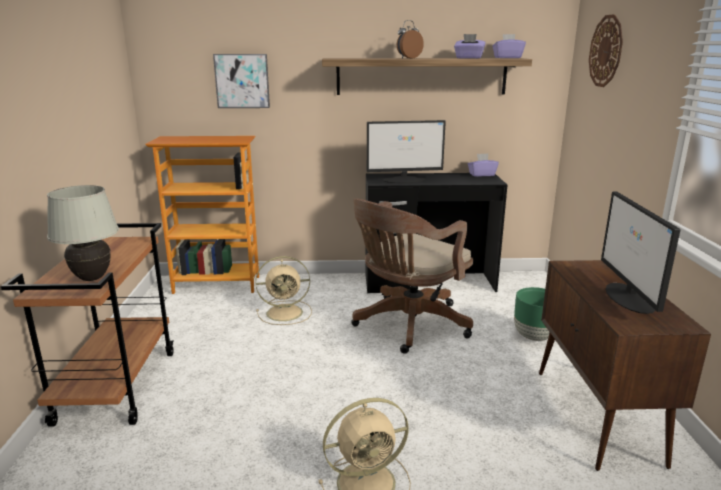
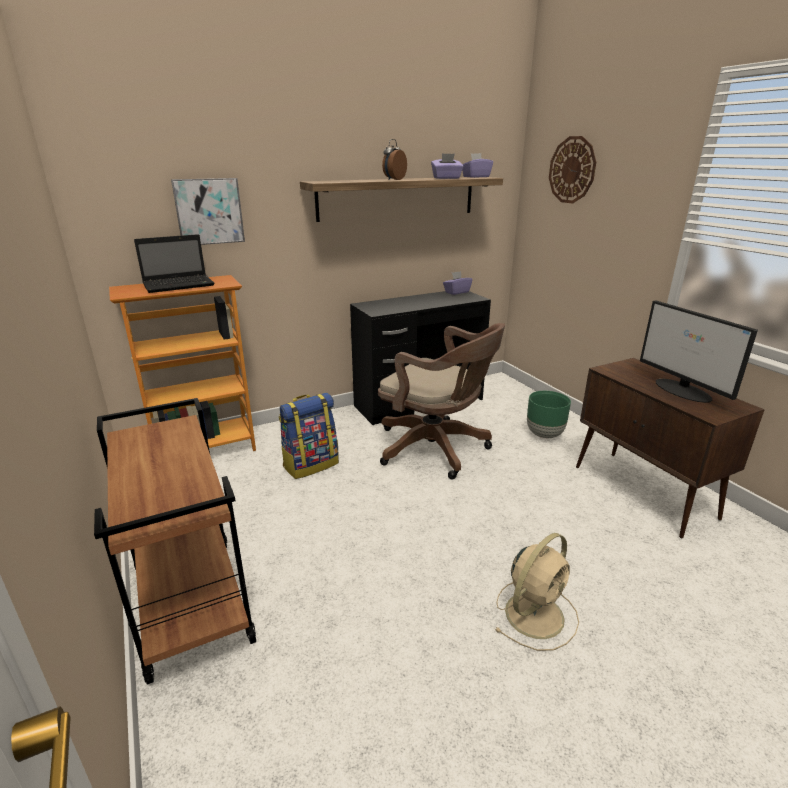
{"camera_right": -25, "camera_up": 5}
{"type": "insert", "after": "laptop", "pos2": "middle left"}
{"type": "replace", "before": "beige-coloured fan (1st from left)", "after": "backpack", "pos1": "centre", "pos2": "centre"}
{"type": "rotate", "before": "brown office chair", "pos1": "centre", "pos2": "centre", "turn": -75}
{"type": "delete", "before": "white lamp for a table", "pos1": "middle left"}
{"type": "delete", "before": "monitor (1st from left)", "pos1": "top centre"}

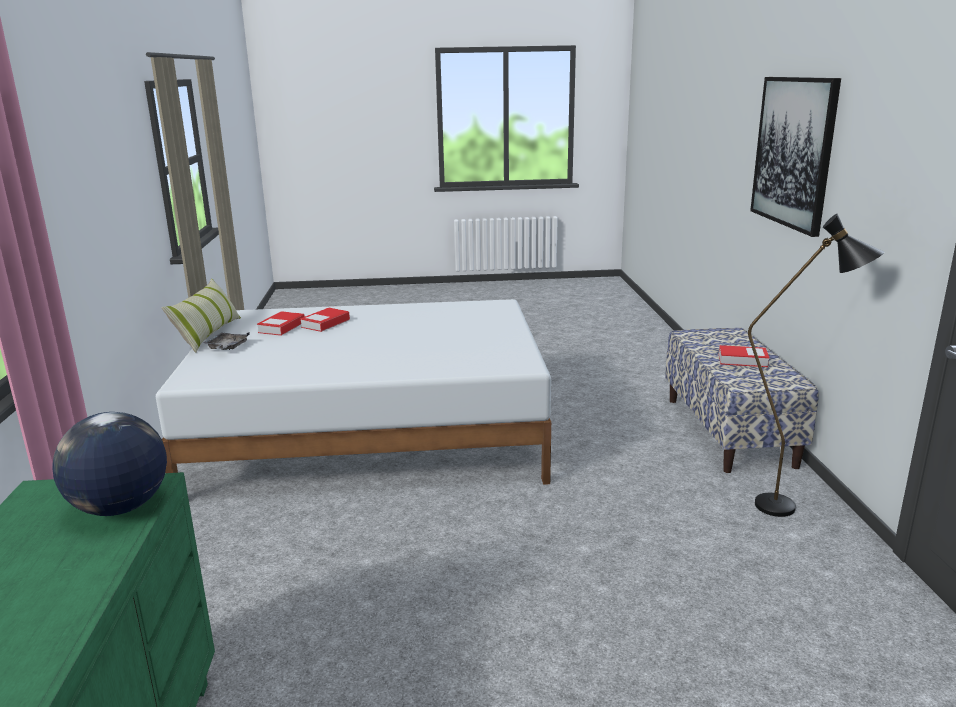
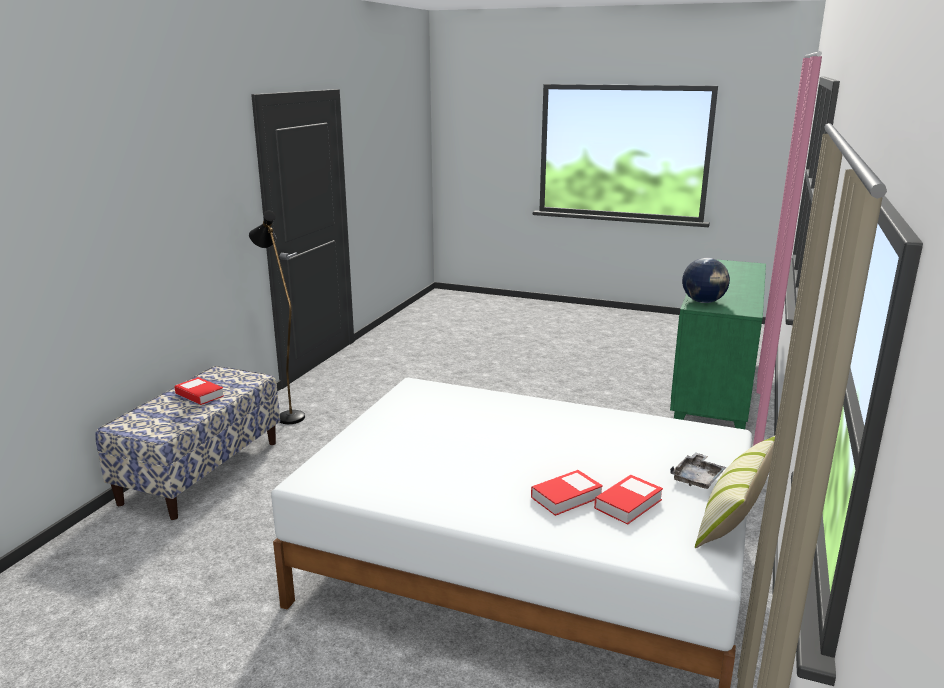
{"camera_right": -155, "camera_up": 0}
{"type": "delete", "before": "wall picture", "pos1": "top right"}

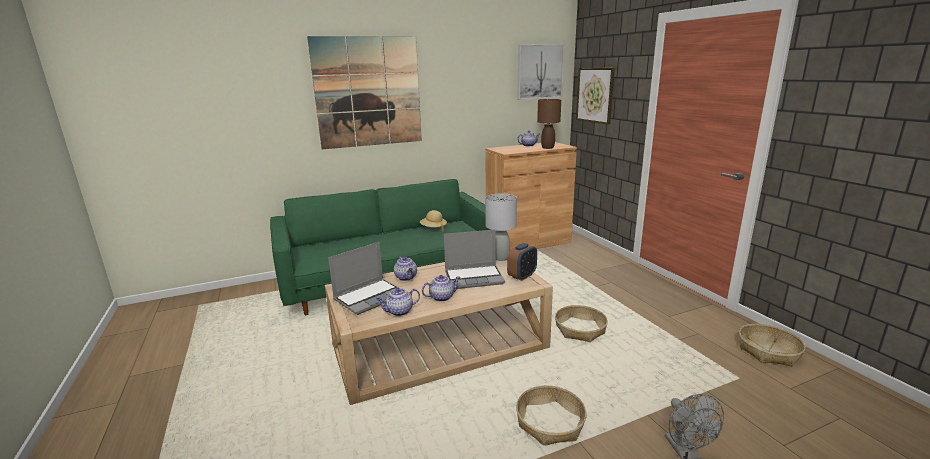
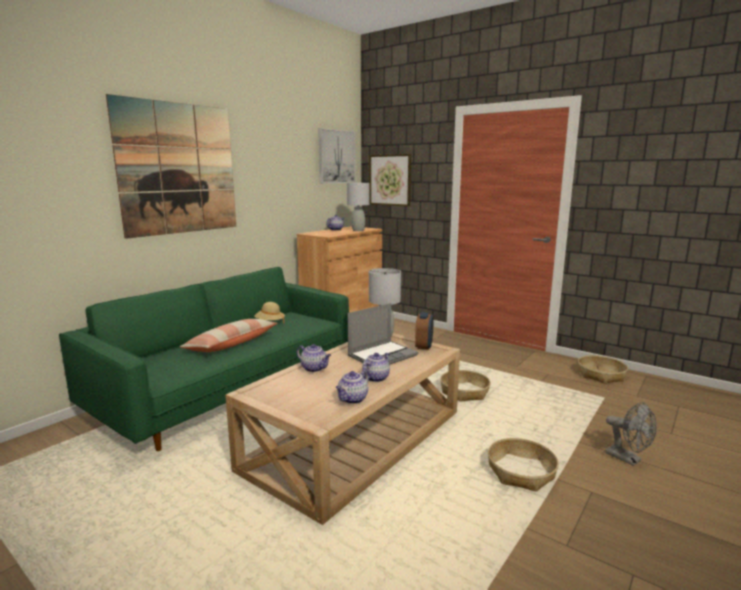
{"camera_right": -30, "camera_up": -5}
{"type": "insert", "after": "throw pillow", "pos2": "middle left"}
{"type": "recolor", "before": "brown lamp for a table", "after": "grey lamp for a table (1st from left)", "pos1": "top centre", "pos2": "centre"}
{"type": "delete", "before": "laptop (1st from left)", "pos1": "centre"}

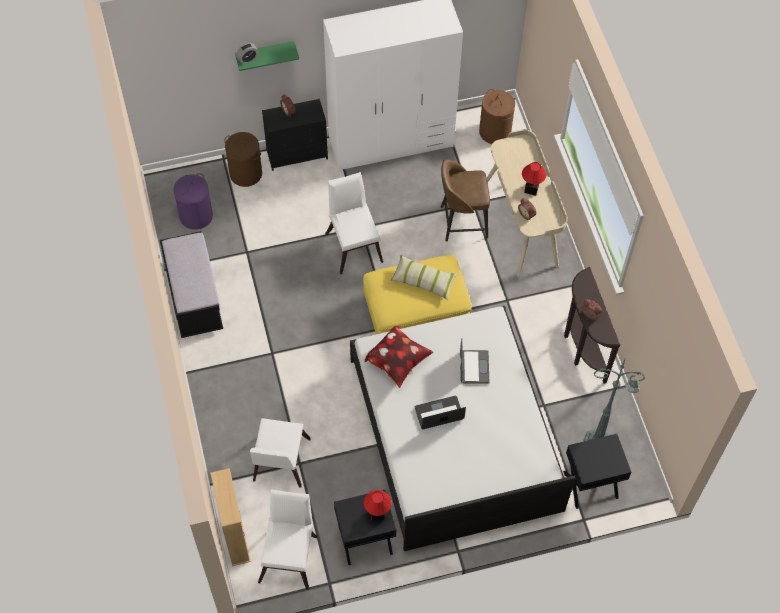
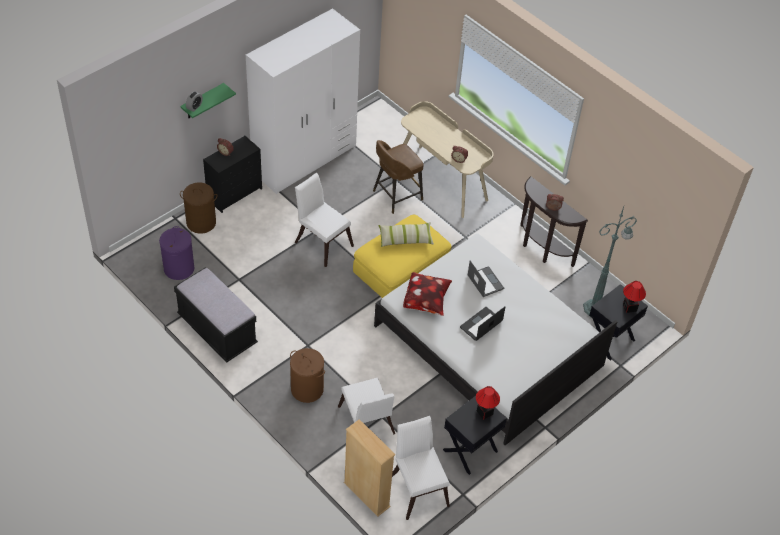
{"camera_right": -30, "camera_up": -10}
{"type": "move", "before": "brown hamper (2nd from left)", "pos1": "top centre", "pos2": "bottom centre"}
{"type": "move", "before": "lamp for a table (2nd from left)", "pos1": "top right", "pos2": "middle right"}

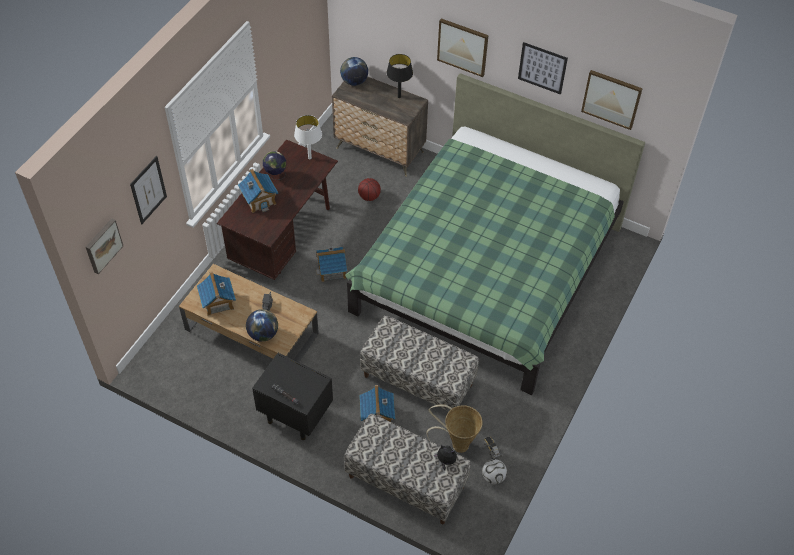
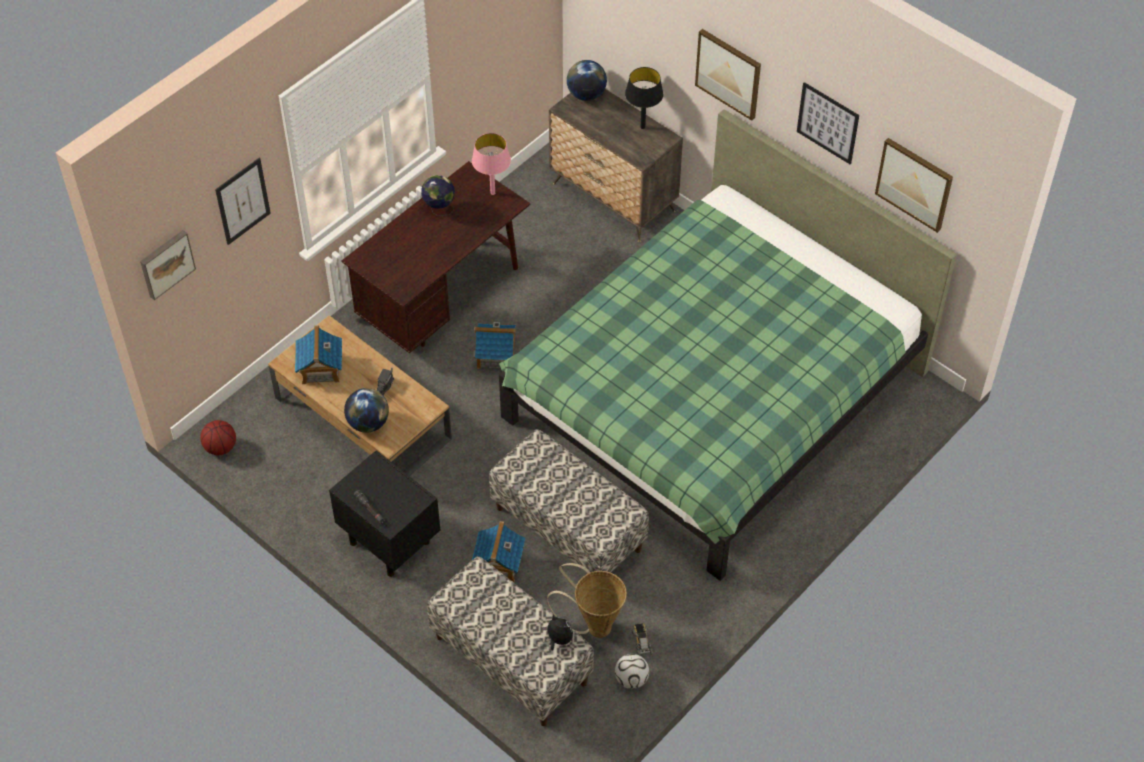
{"camera_right": 15, "camera_up": 0}
{"type": "move", "before": "ball for basketball", "pos1": "centre", "pos2": "middle left"}
{"type": "recolor", "before": "white lamp for a table", "after": "pinkish lamp for a table", "pos1": "top centre", "pos2": "top centre"}
{"type": "delete", "before": "miniature house (2nd from left)", "pos1": "middle left"}

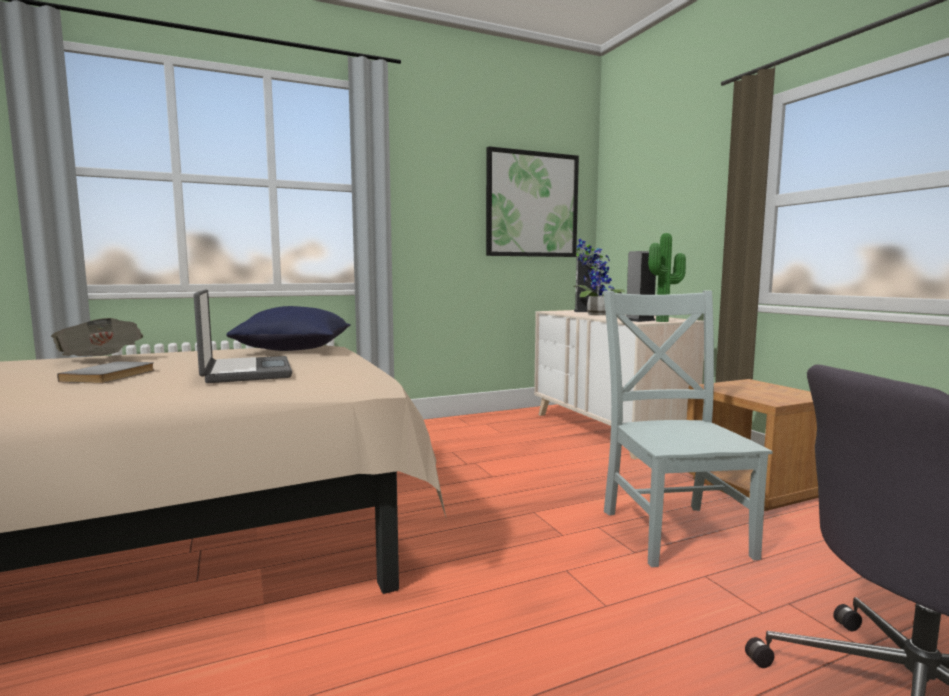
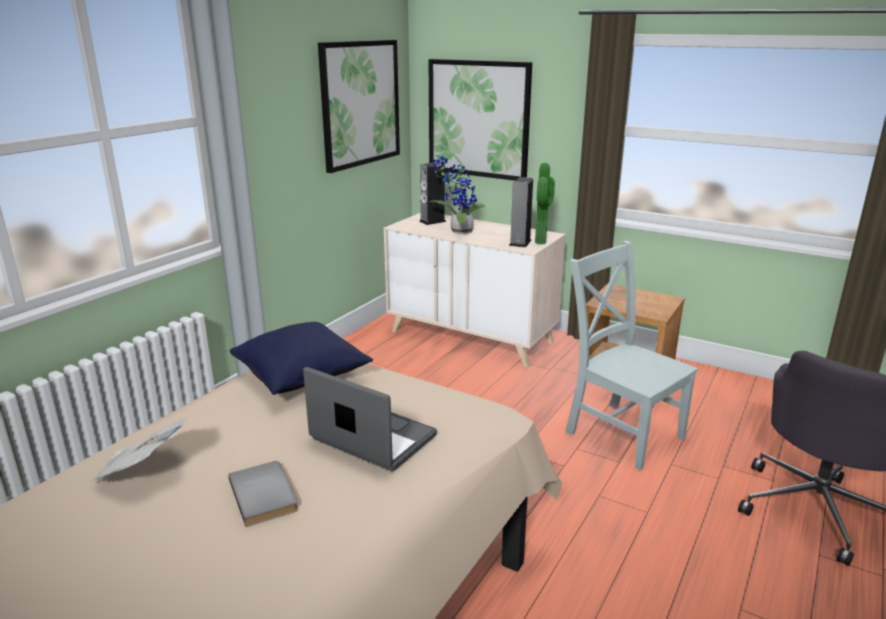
{"camera_right": -35, "camera_up": 15}
{"type": "insert", "after": "wall picture (2nd from left)", "pos2": "top centre"}

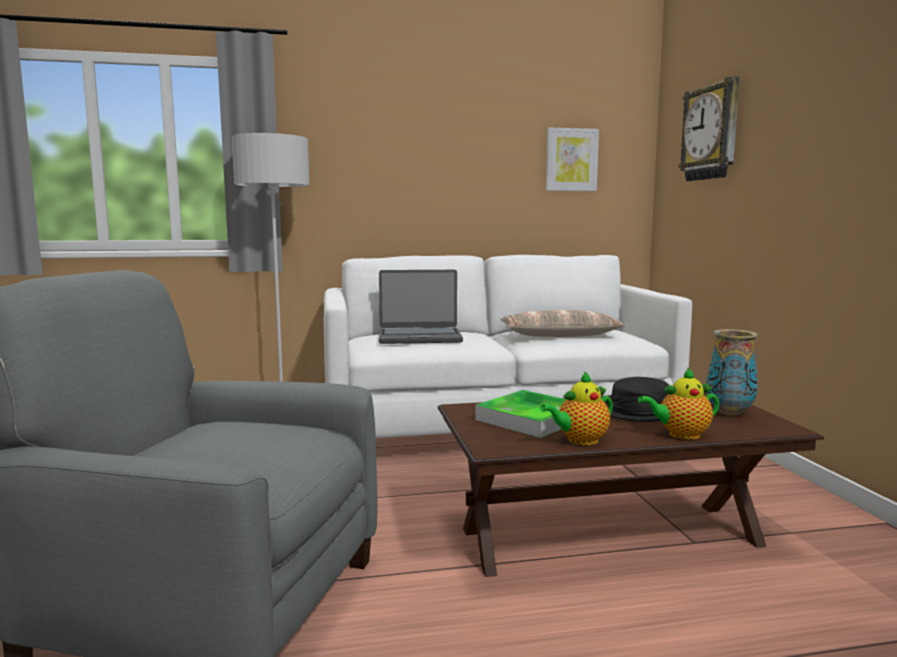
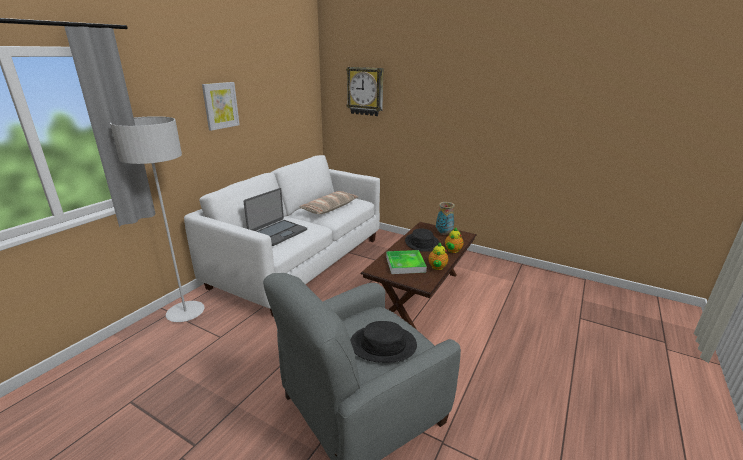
{"camera_right": -50, "camera_up": 15}
{"type": "move", "before": "wall picture", "pos1": "top centre", "pos2": "top left"}
{"type": "insert", "after": "blackish clothing hat (1st from left)", "pos2": "bottom centre"}

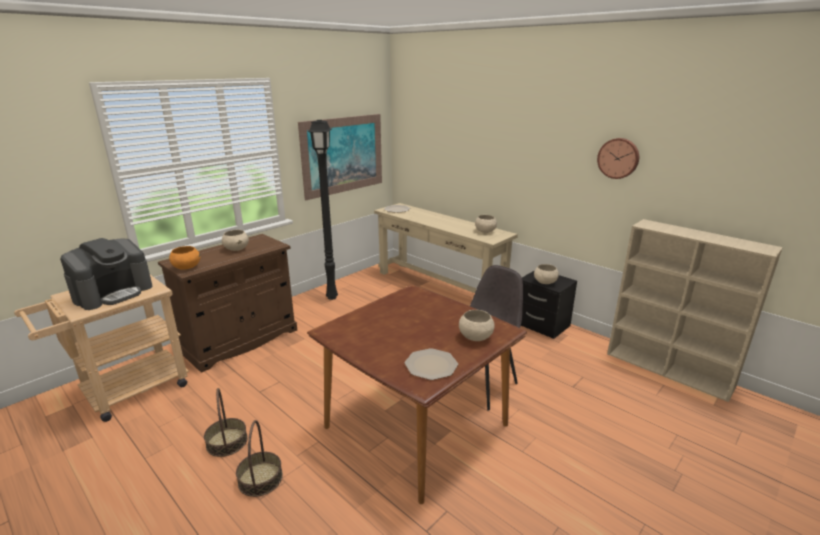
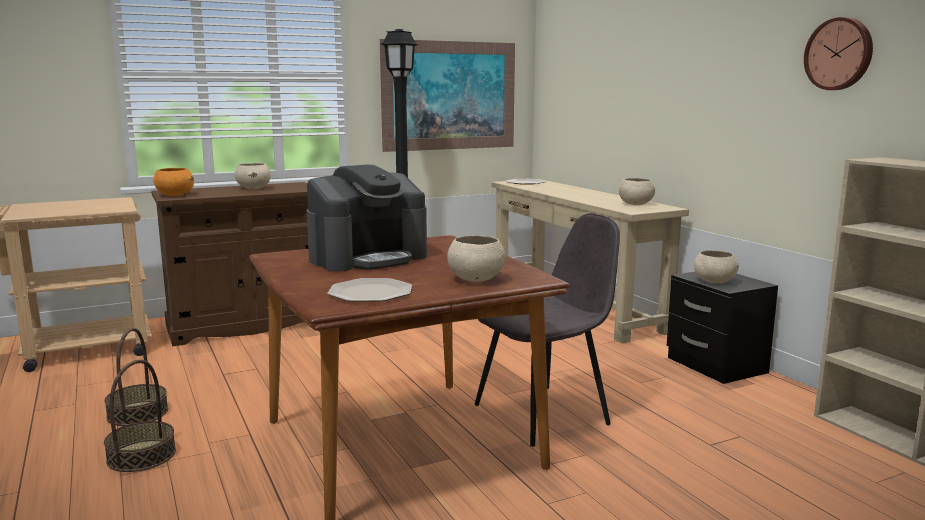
{"camera_right": 20, "camera_up": -10}
{"type": "move", "before": "coffee maker", "pos1": "middle left", "pos2": "centre"}

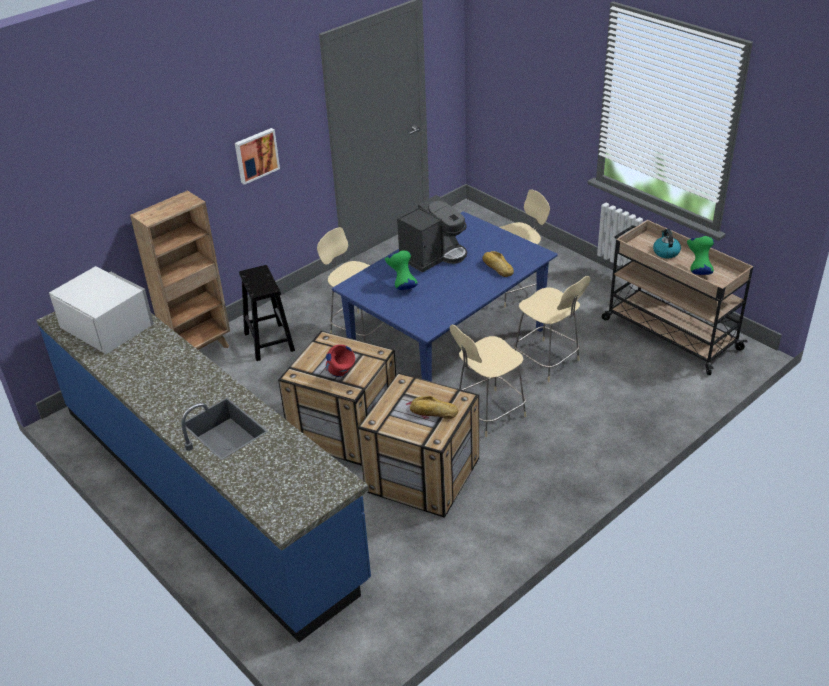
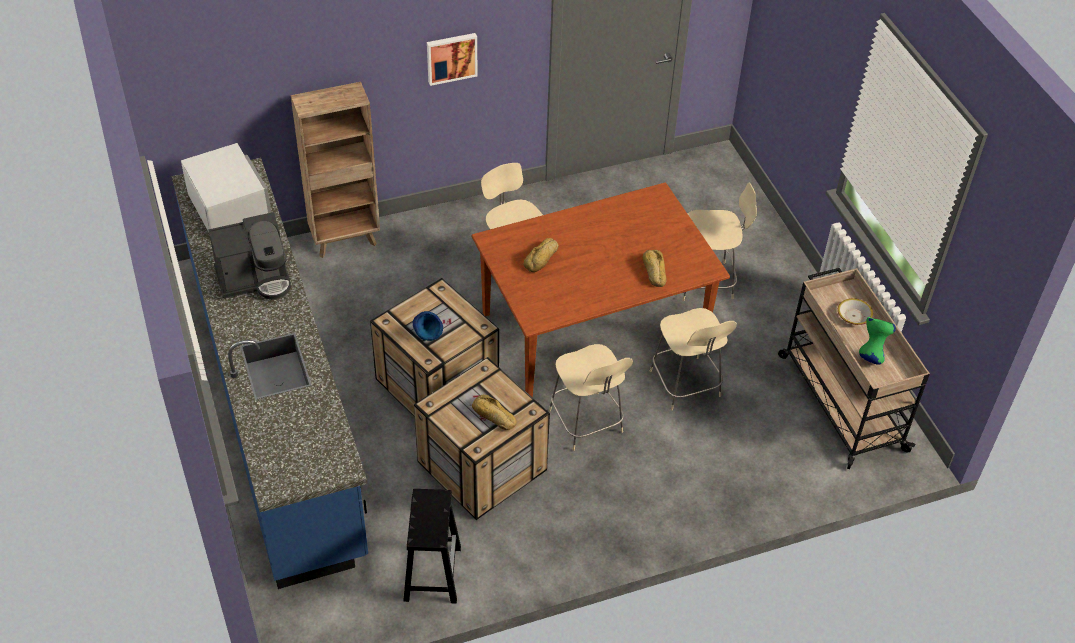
{"camera_right": 20, "camera_up": 10}
{"type": "move", "before": "coffee maker", "pos1": "centre", "pos2": "middle left"}
{"type": "move", "before": "blackish stool seat", "pos1": "middle left", "pos2": "bottom centre"}
{"type": "recolor", "before": "red vase", "after": "blue-coloured vase", "pos1": "centre", "pos2": "centre"}
{"type": "recolor", "before": "blue-coloured dining table", "after": "brown dining table", "pos1": "centre", "pos2": "centre"}
{"type": "replace", "before": "greenish vase (1st from left)", "after": "bakery bread (2nd from left)", "pos1": "centre", "pos2": "centre"}
{"type": "rotate", "before": "beige-coloured plain chair (2nd from left)", "pos1": "centre", "pos2": "centre", "turn": -105}
{"type": "replace", "before": "tea kettle", "after": "serving bowl", "pos1": "middle right", "pos2": "middle right"}

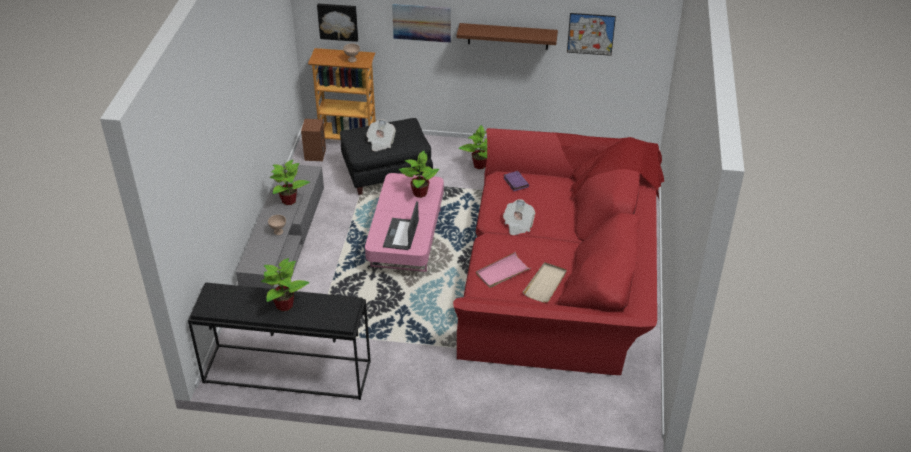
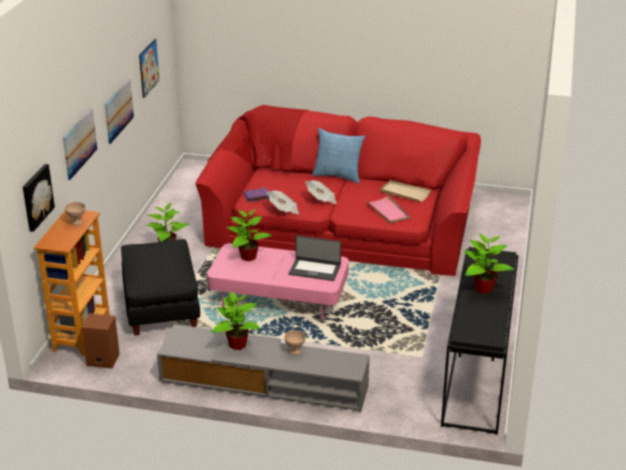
{"camera_right": -85, "camera_up": -10}
{"type": "replace", "before": "brown bracket shelf", "after": "wall picture (3rd from left)", "pos1": "top centre", "pos2": "top left"}
{"type": "move", "before": "daily paper (1st from left)", "pos1": "top centre", "pos2": "centre"}
{"type": "insert", "after": "throw pillow", "pos2": "top centre"}

